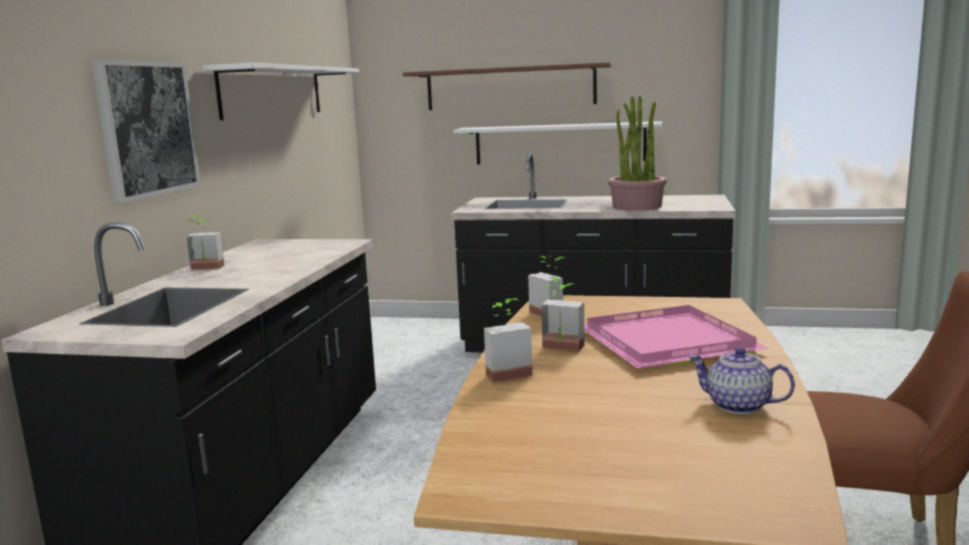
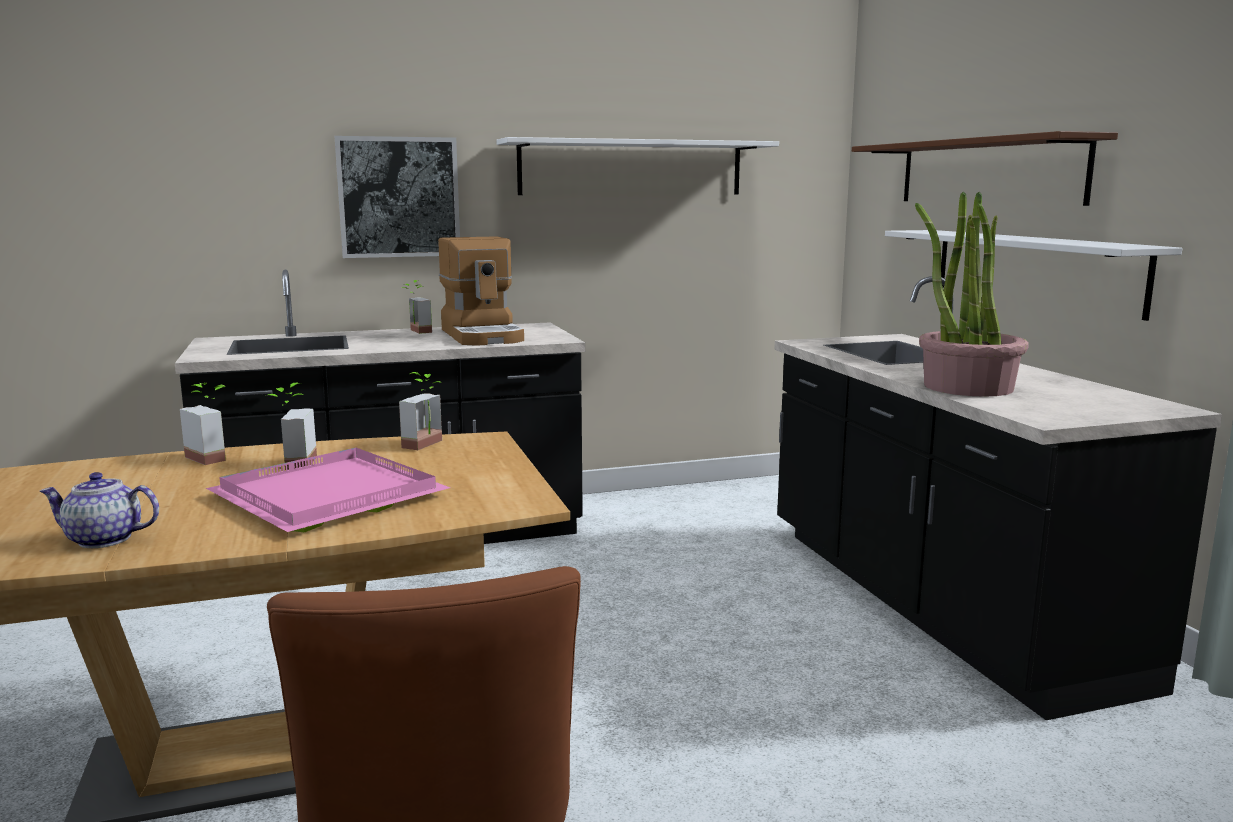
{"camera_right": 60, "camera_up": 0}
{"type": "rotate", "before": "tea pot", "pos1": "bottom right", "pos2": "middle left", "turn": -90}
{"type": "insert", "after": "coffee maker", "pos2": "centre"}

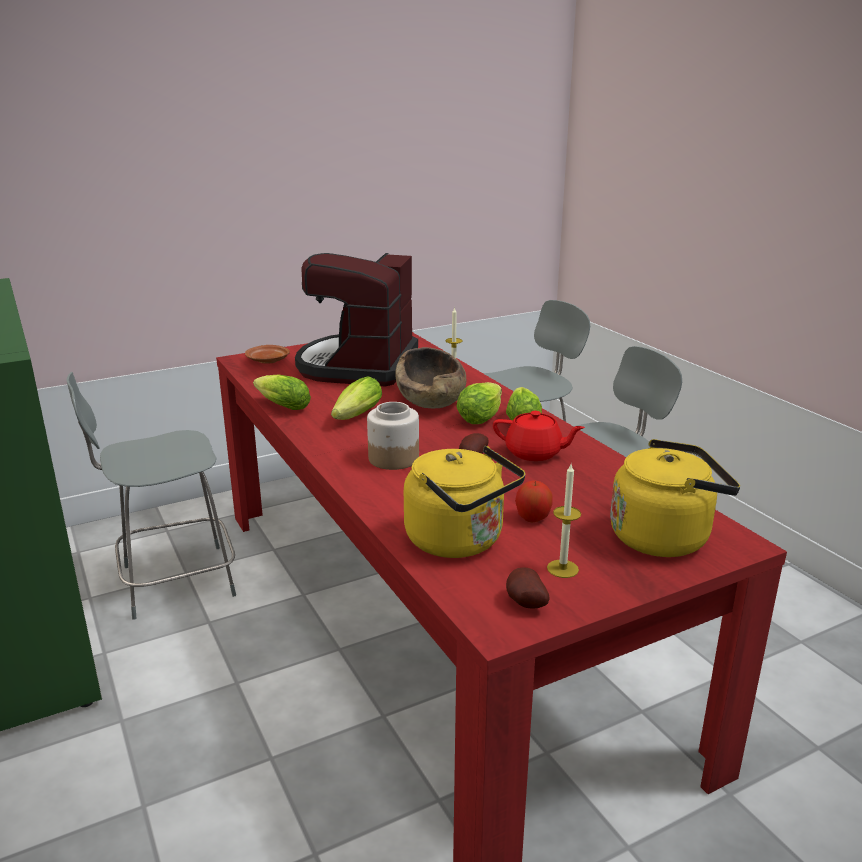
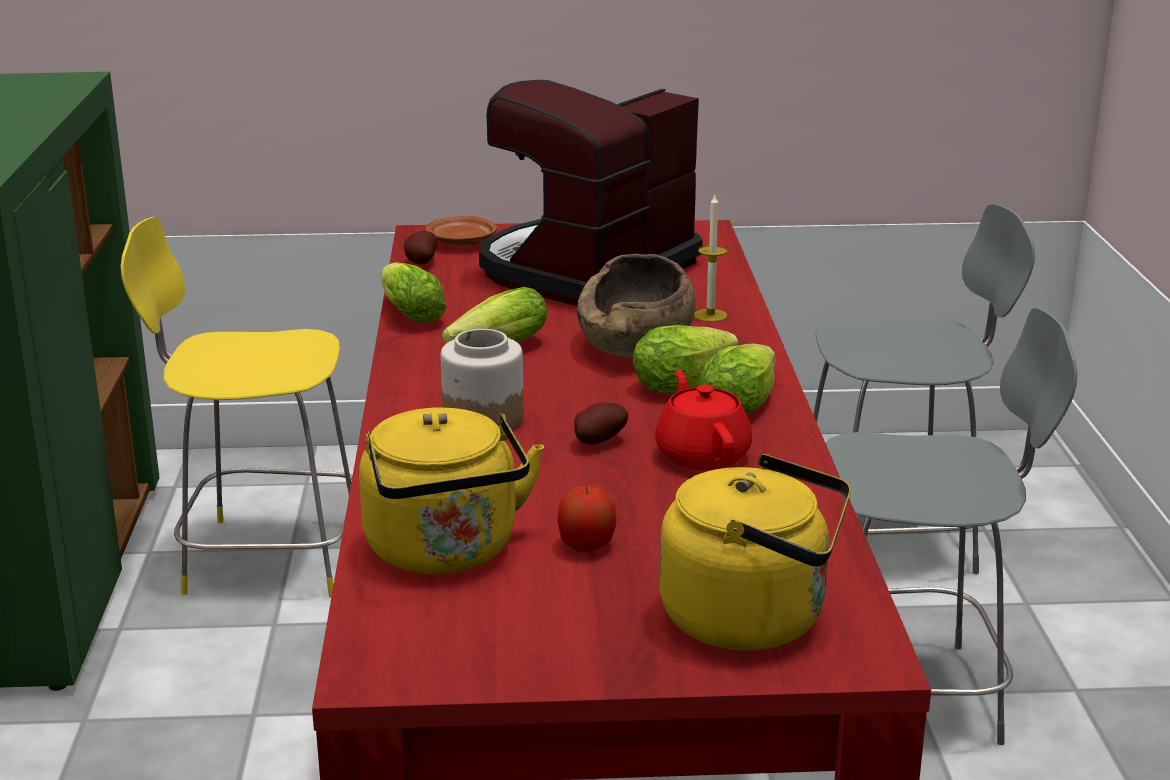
{"camera_right": 25, "camera_up": 0}
{"type": "recolor", "before": "grey plain chair (1st from left)", "after": "yellowish plain chair", "pos1": "middle left", "pos2": "middle left"}
{"type": "move", "before": "spud (2nd from left in the first image)", "after": "spud (1st from left)", "pos1": "bottom centre", "pos2": "top centre"}
{"type": "rotate", "before": "red tea pot", "pos1": "centre", "pos2": "centre", "turn": -150}
{"type": "delete", "before": "wax light (2nd from left)", "pos1": "centre"}

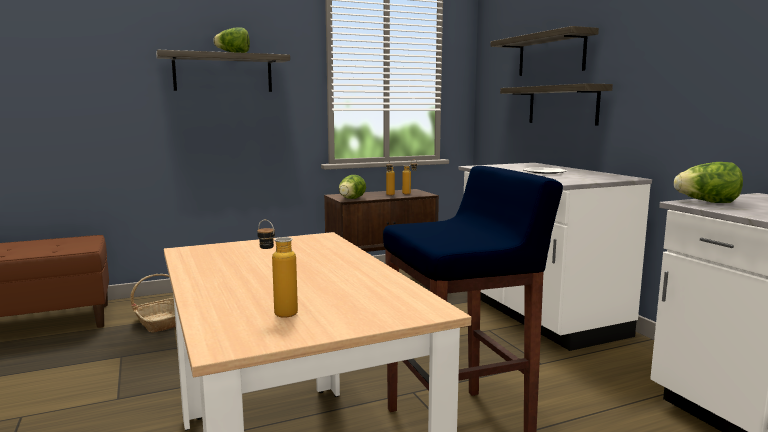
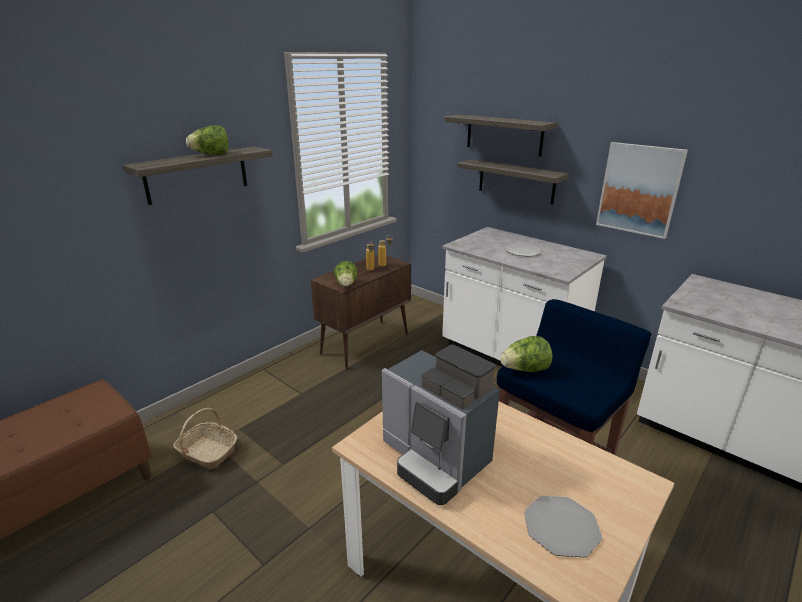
{"camera_right": -25, "camera_up": 15}
{"type": "insert", "after": "coffee maker", "pos2": "bottom centre"}
{"type": "move", "before": "lettuce (3rd from left)", "pos1": "middle right", "pos2": "centre"}
{"type": "replace", "before": "beverage bottle (1st from left)", "after": "dinner plate (2nd from left)", "pos1": "centre", "pos2": "bottom right"}
{"type": "insert", "after": "wall picture", "pos2": "top right"}

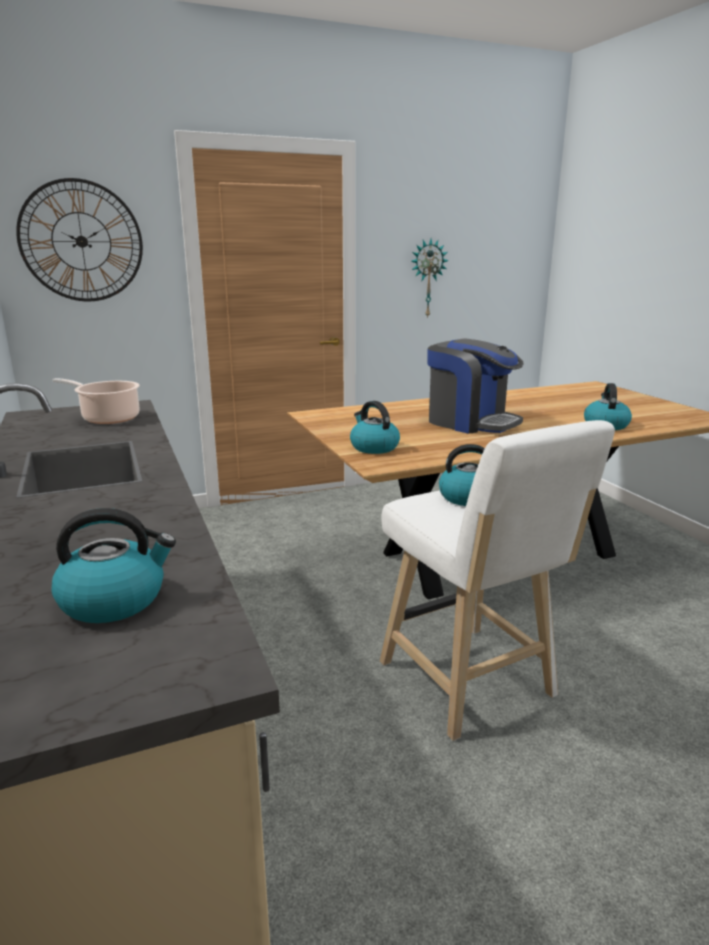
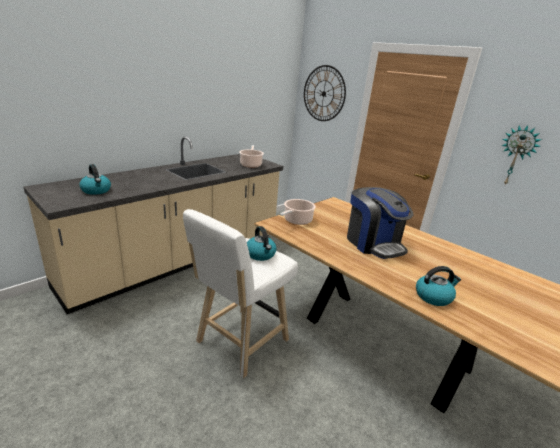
{"camera_right": 65, "camera_up": 5}
{"type": "replace", "before": "tea kettle (2nd from left)", "after": "stockpot (2nd from left)", "pos1": "centre", "pos2": "centre"}
{"type": "rotate", "before": "coffee maker", "pos1": "middle right", "pos2": "middle right", "turn": -45}

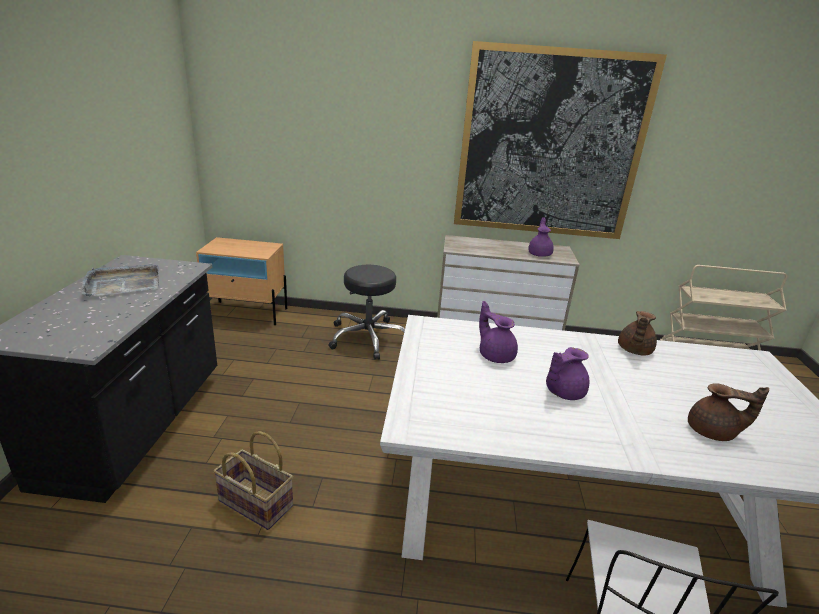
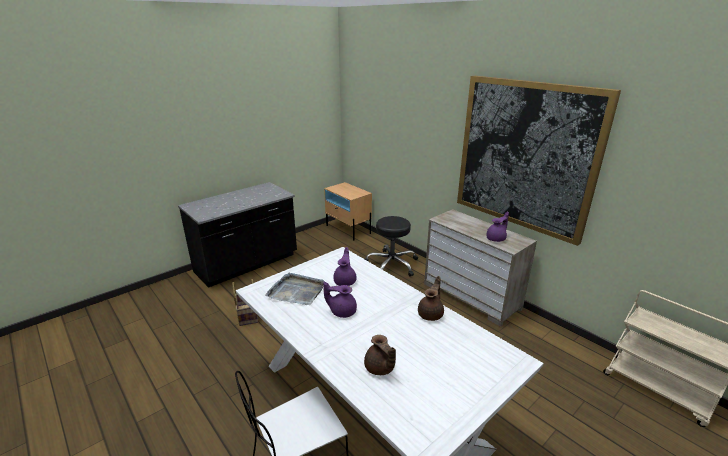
{"camera_right": 45, "camera_up": 0}
{"type": "move", "before": "grey carrying tray", "pos1": "middle left", "pos2": "centre"}
{"type": "rotate", "before": "brown tea pot (1st from left in the first image)", "pos1": "middle right", "pos2": "centre", "turn": 135}

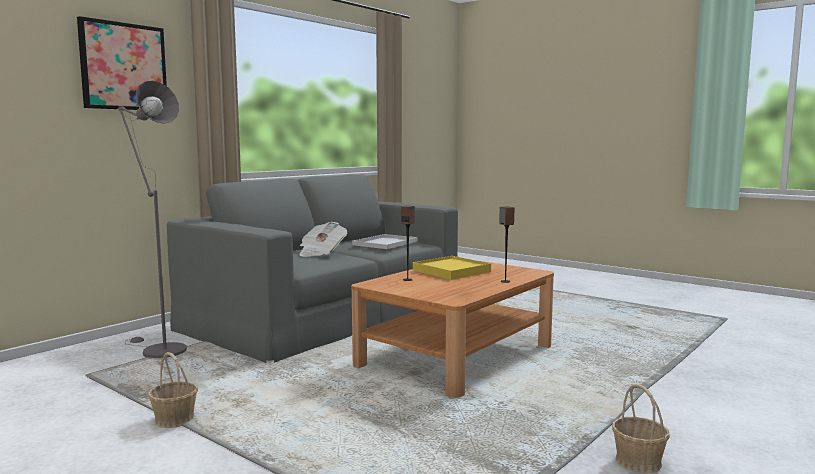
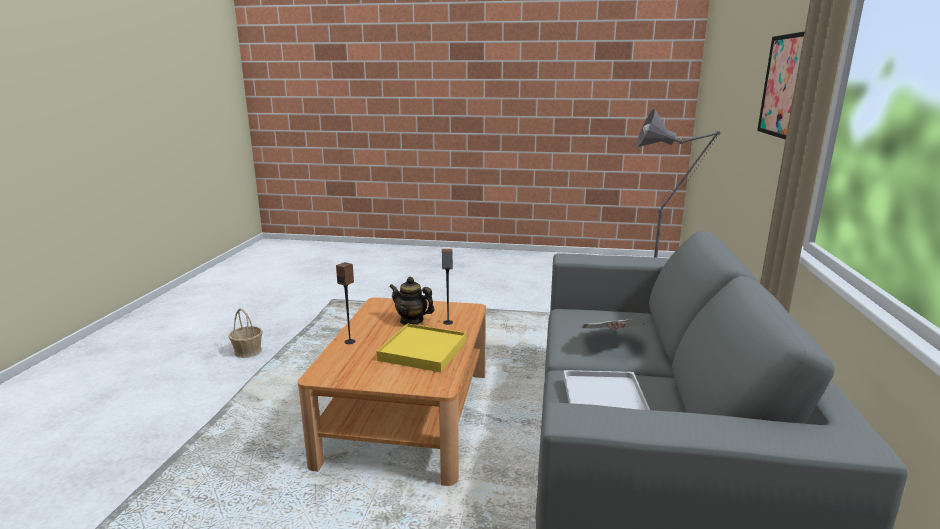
{"camera_right": 150, "camera_up": 10}
{"type": "insert", "after": "tea pot", "pos2": "centre"}
{"type": "delete", "before": "storage basket (1st from left)", "pos1": "bottom left"}

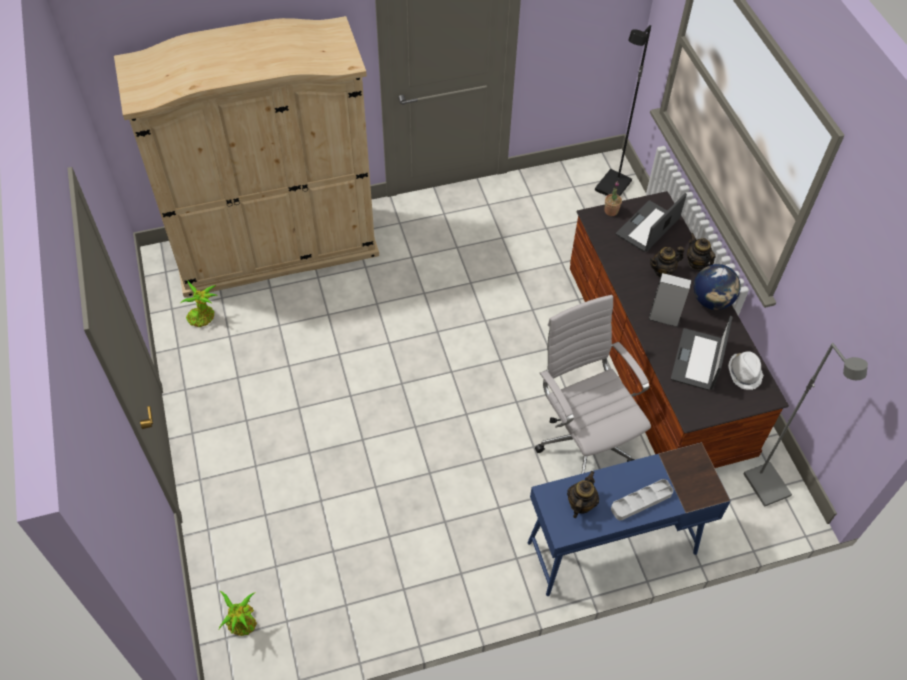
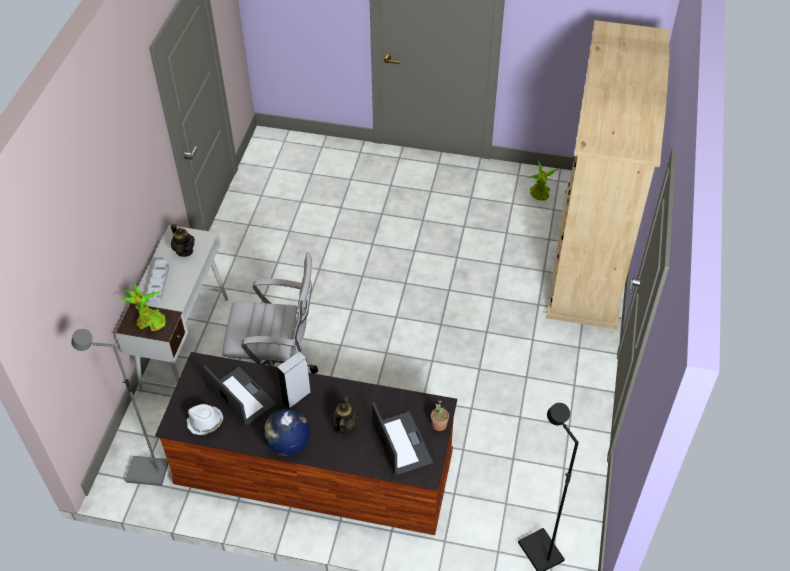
{"camera_right": 120, "camera_up": -5}
{"type": "recolor", "before": "blue-coloured desk table", "after": "white desk table", "pos1": "bottom right", "pos2": "middle left"}
{"type": "move", "before": "houseplant (2nd from left in the first image)", "after": "houseplant (1st from left)", "pos1": "bottom left", "pos2": "middle left"}
{"type": "delete", "before": "tea pot (3rd from left)", "pos1": "middle right"}

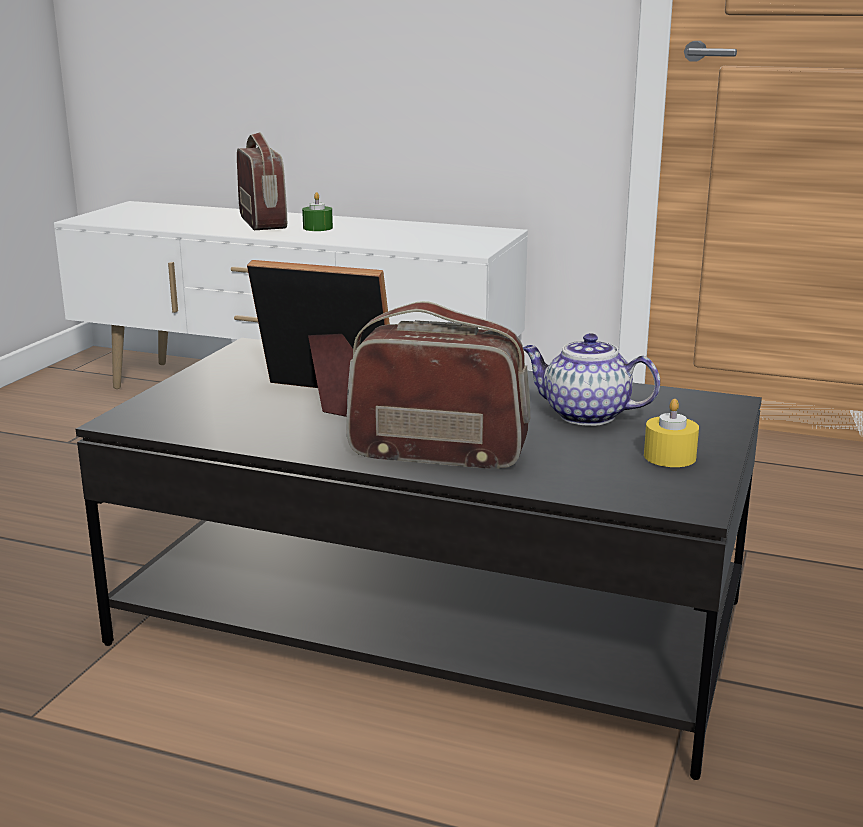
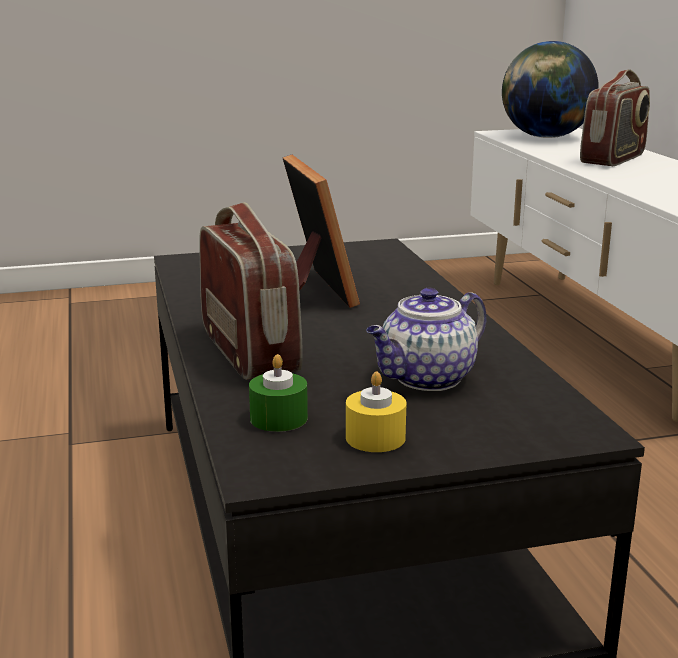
{"camera_right": 55, "camera_up": 0}
{"type": "move", "before": "greenish wax light", "pos1": "top centre", "pos2": "centre"}
{"type": "rotate", "before": "tea pot", "pos1": "middle right", "pos2": "centre", "turn": -120}
{"type": "insert", "after": "desk globe", "pos2": "top right"}

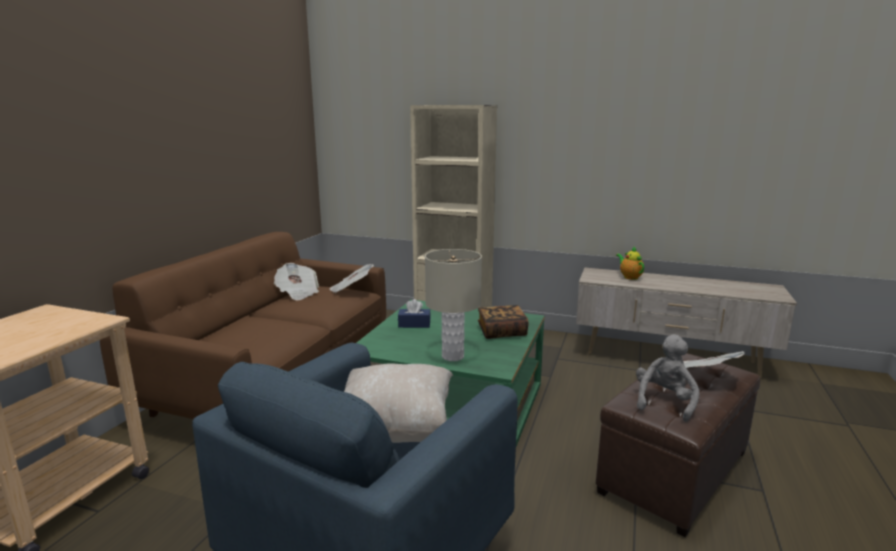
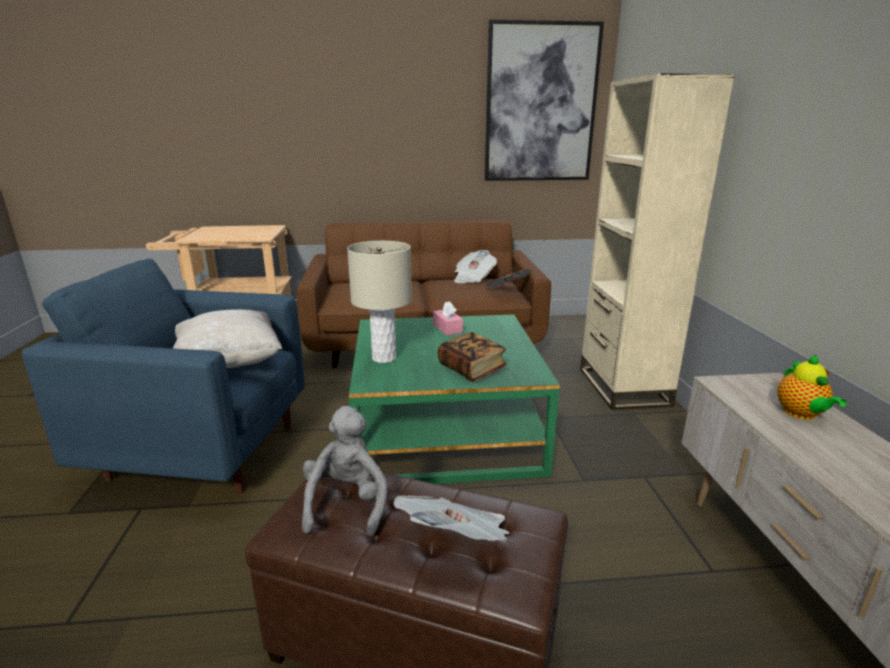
{"camera_right": 65, "camera_up": 5}
{"type": "rotate", "before": "grey plush toy", "pos1": "bottom right", "pos2": "bottom centre", "turn": -90}
{"type": "recolor", "before": "blue-coloured tissue box", "after": "pinkish tissue box", "pos1": "centre", "pos2": "centre"}
{"type": "insert", "after": "wall picture", "pos2": "top centre"}
{"type": "rotate", "before": "tea pot", "pos1": "middle right", "pos2": "middle right", "turn": 135}

